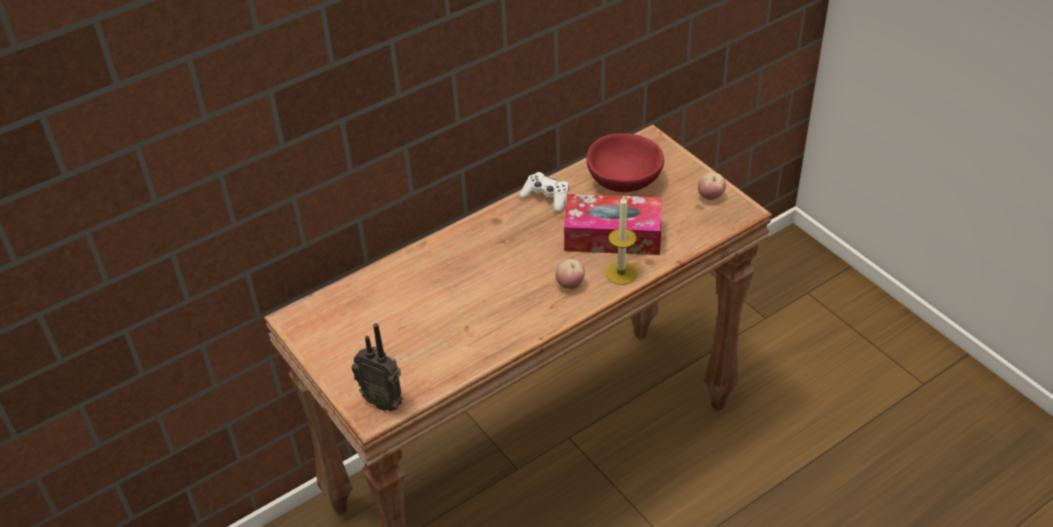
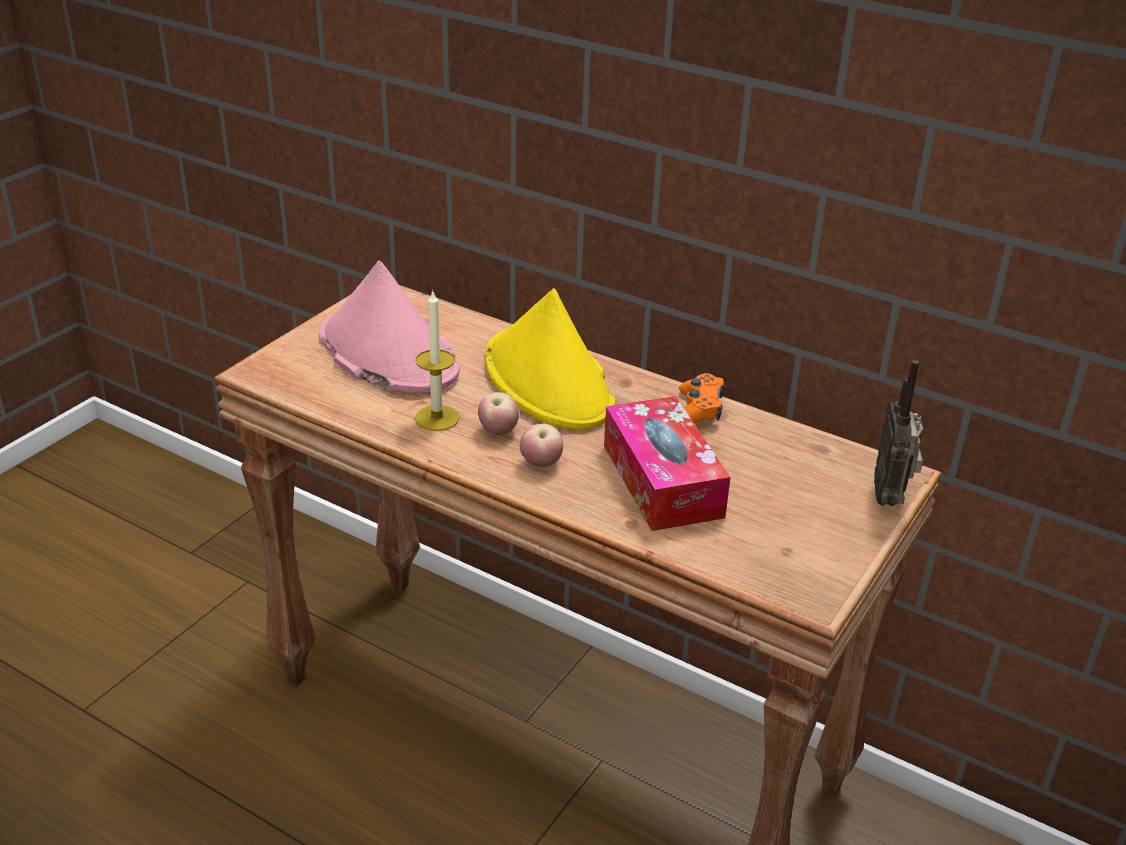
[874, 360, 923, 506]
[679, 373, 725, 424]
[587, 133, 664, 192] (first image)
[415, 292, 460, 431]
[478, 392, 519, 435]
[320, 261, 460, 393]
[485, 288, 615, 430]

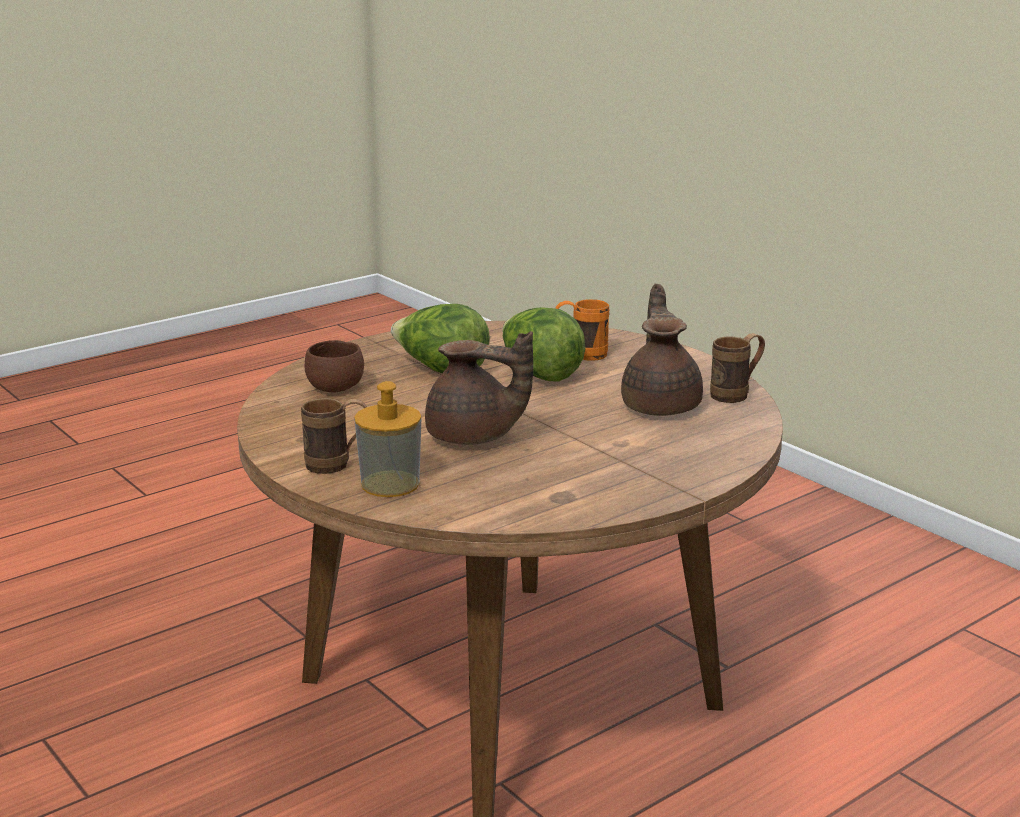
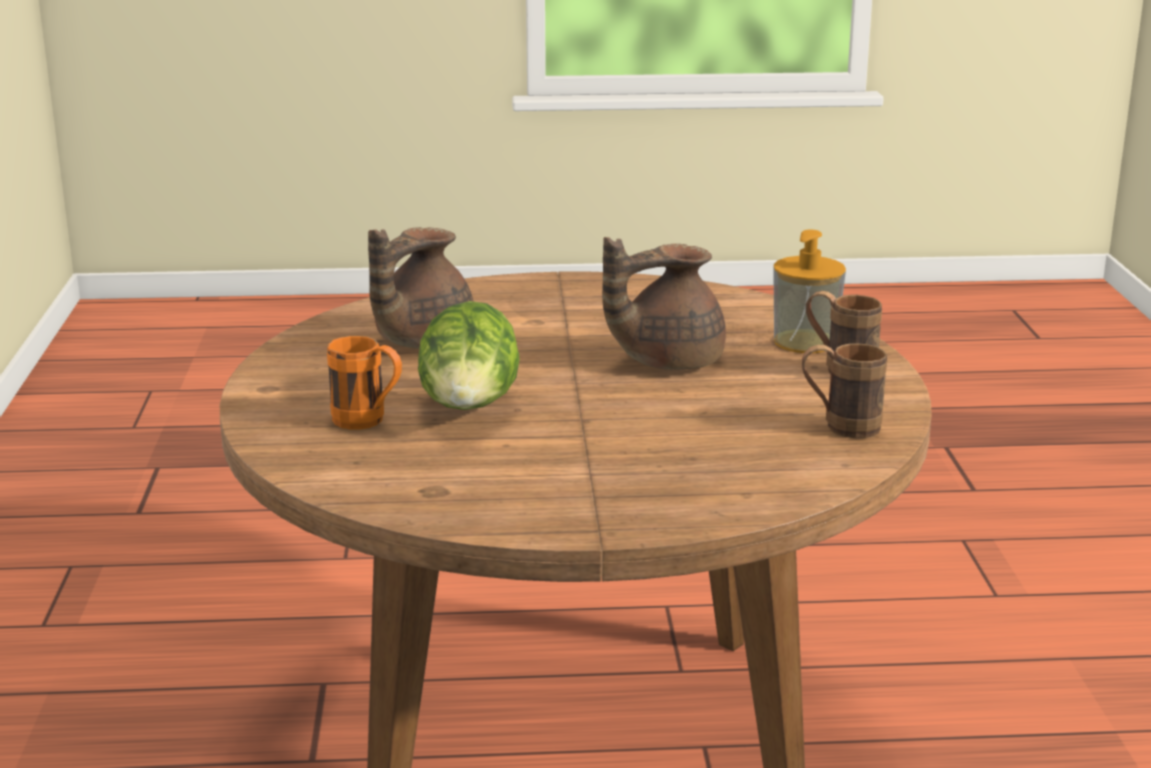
[305, 340, 364, 392] (first image)
[391, 304, 490, 373] (first image)
[602, 237, 726, 370]
[802, 344, 887, 438]

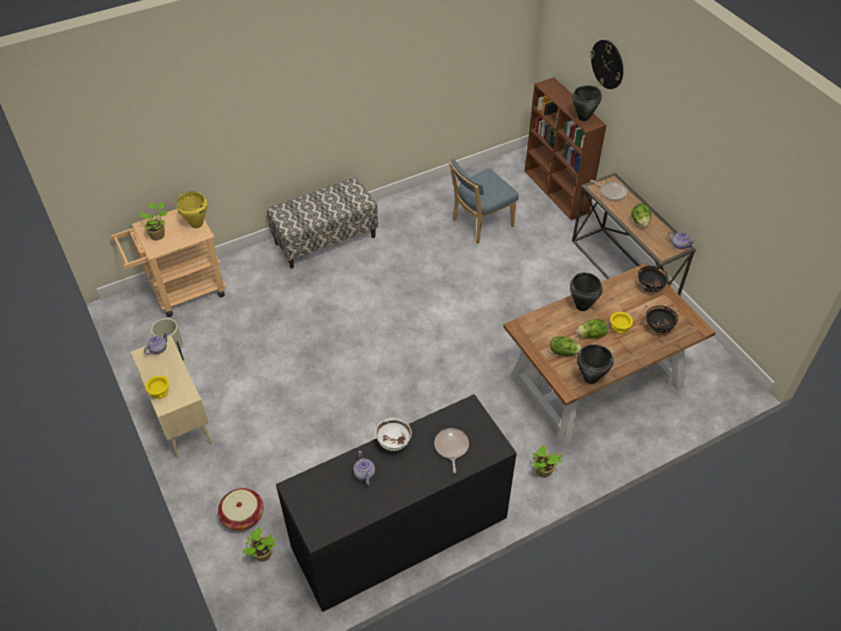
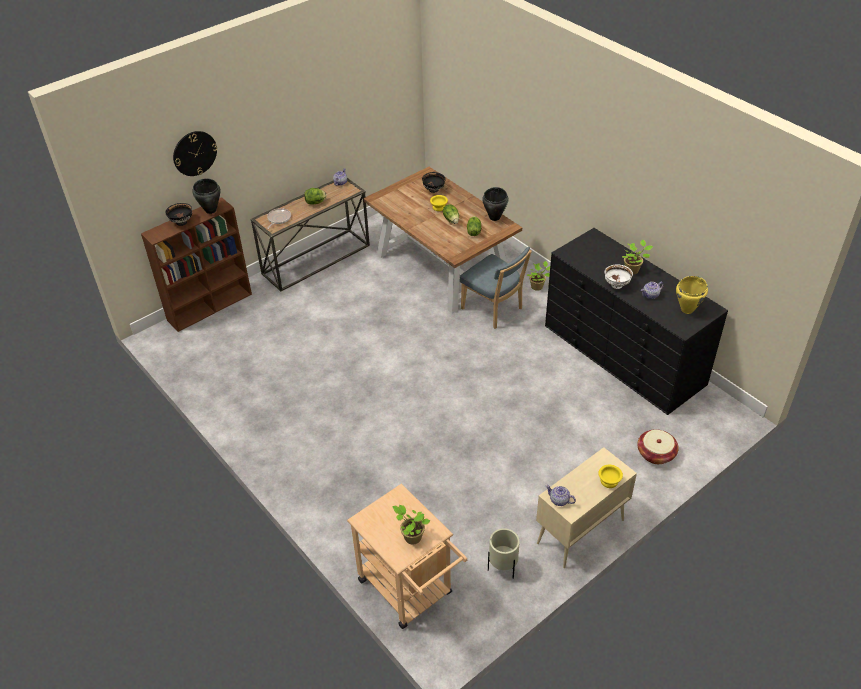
[676, 276, 708, 314]
[622, 240, 653, 275]
[267, 177, 378, 269] (first image)
[434, 428, 469, 473] (first image)
[460, 247, 532, 329]
[570, 272, 603, 311] (first image)
[165, 203, 192, 226]

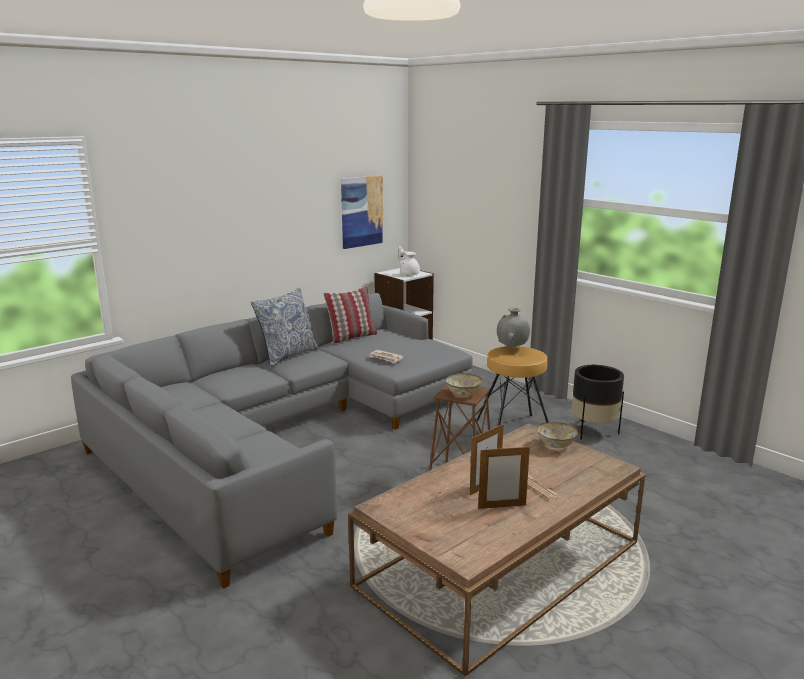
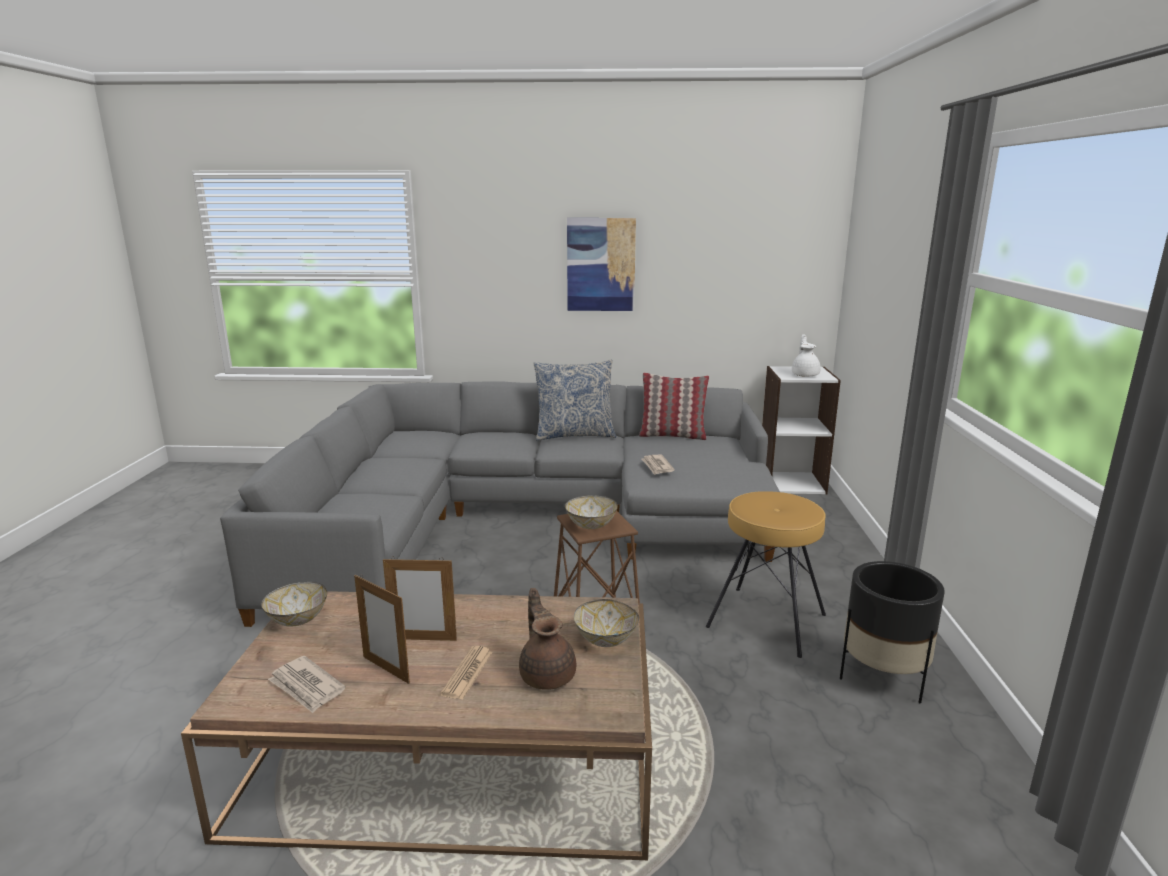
[567, 218, 636, 311]
[497, 308, 530, 349] (first image)
[261, 582, 327, 627]
[268, 656, 346, 713]
[519, 588, 576, 690]

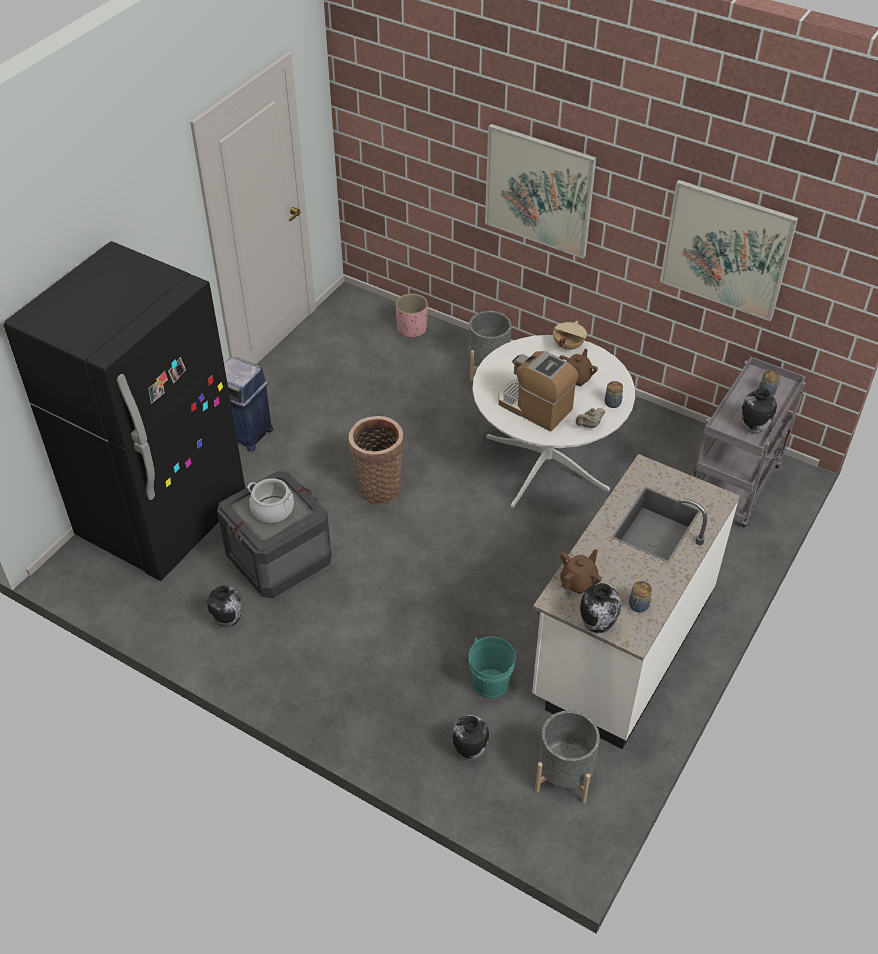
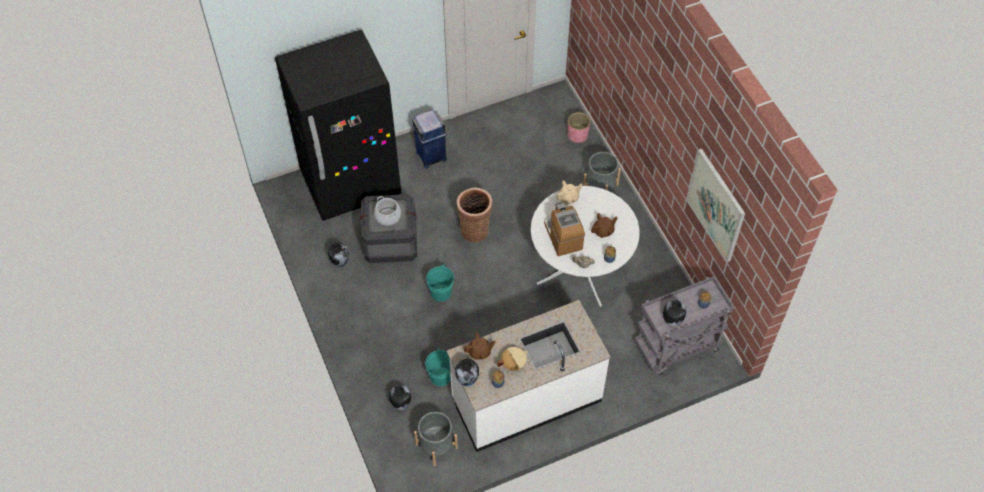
[485, 124, 596, 259] (first image)
[497, 347, 528, 371]
[426, 265, 454, 301]
[556, 180, 582, 205]

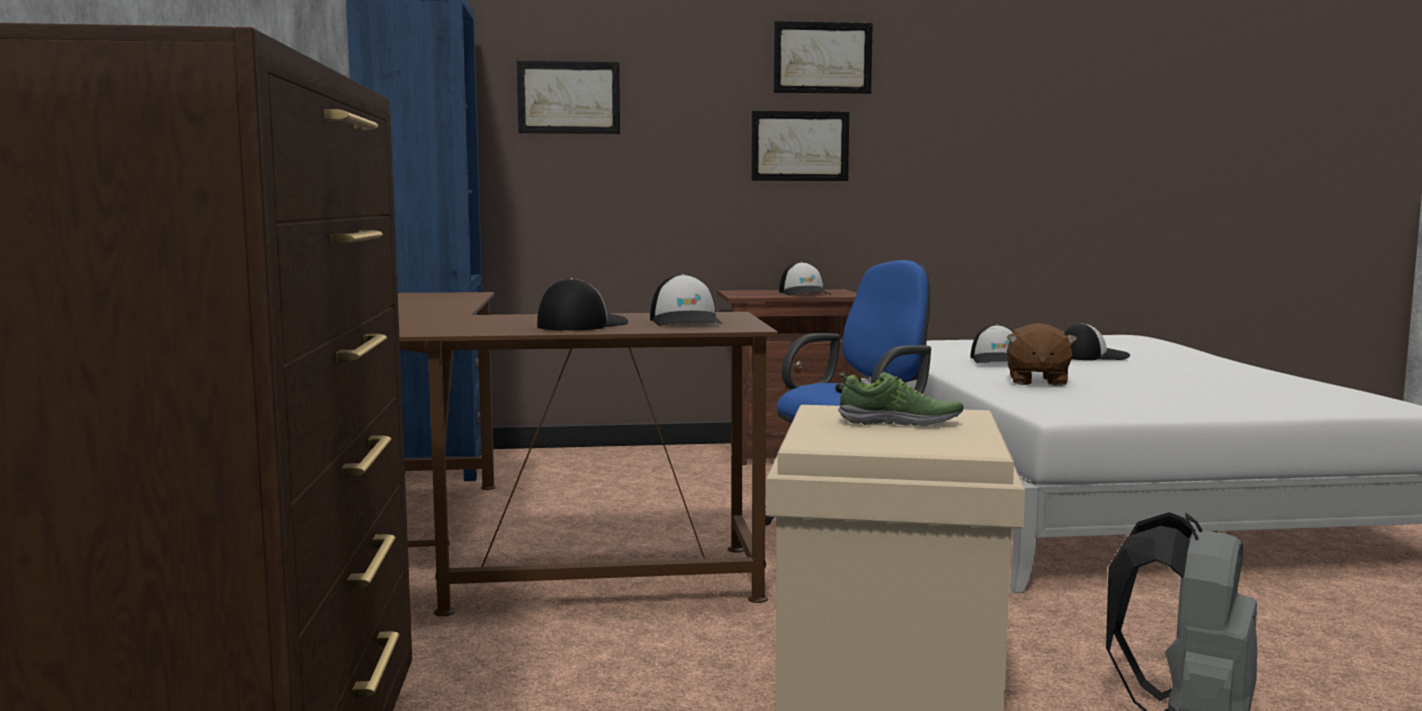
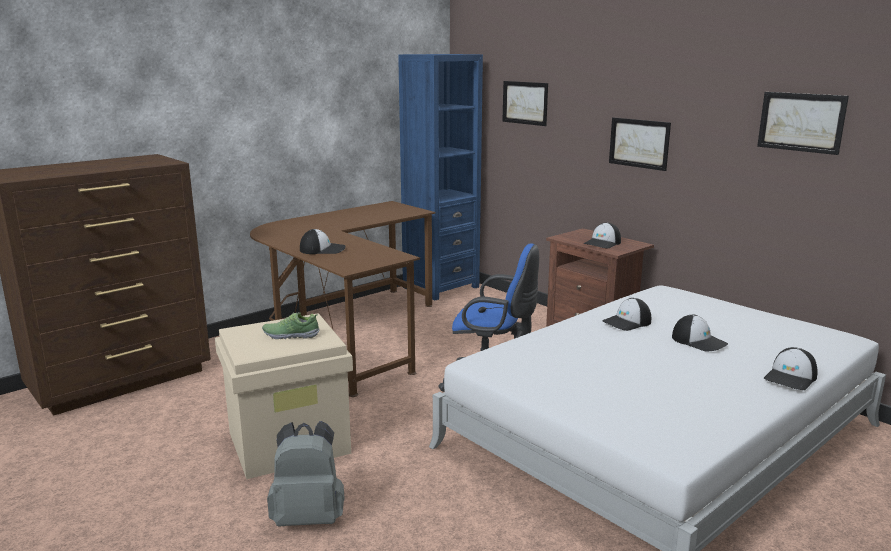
[764, 347, 818, 390]
[757, 92, 849, 155]
[262, 312, 320, 339]
[1007, 323, 1077, 386] (first image)

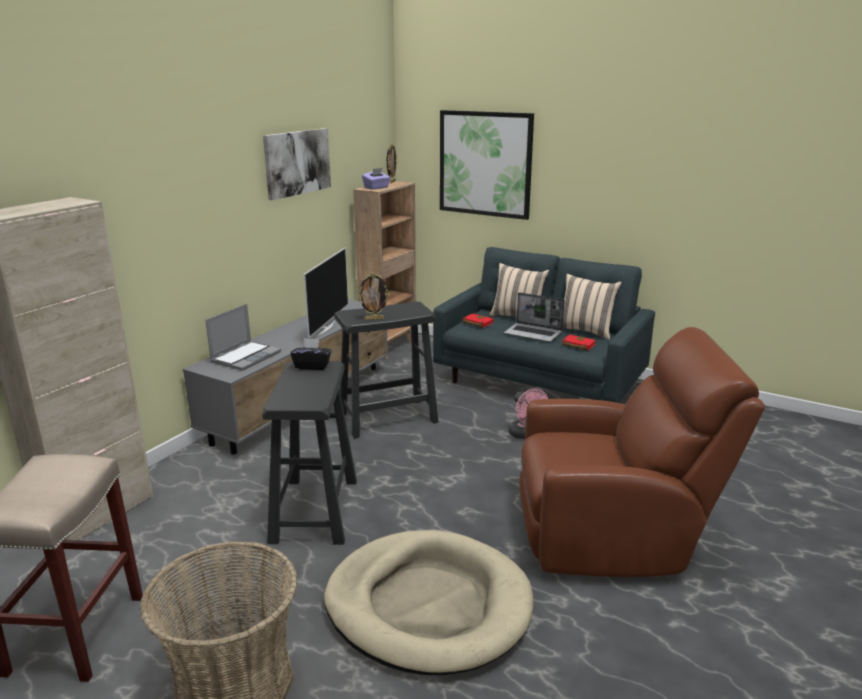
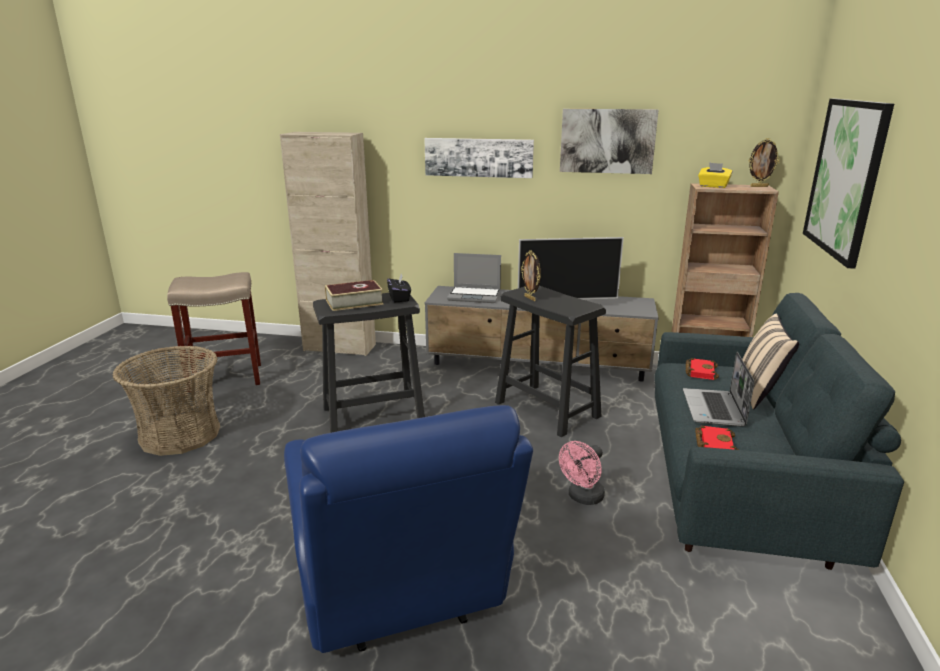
[324, 530, 533, 675] (first image)
[698, 162, 733, 188]
[284, 405, 533, 653]
[563, 274, 622, 340] (first image)
[325, 280, 384, 311]
[424, 138, 534, 178]

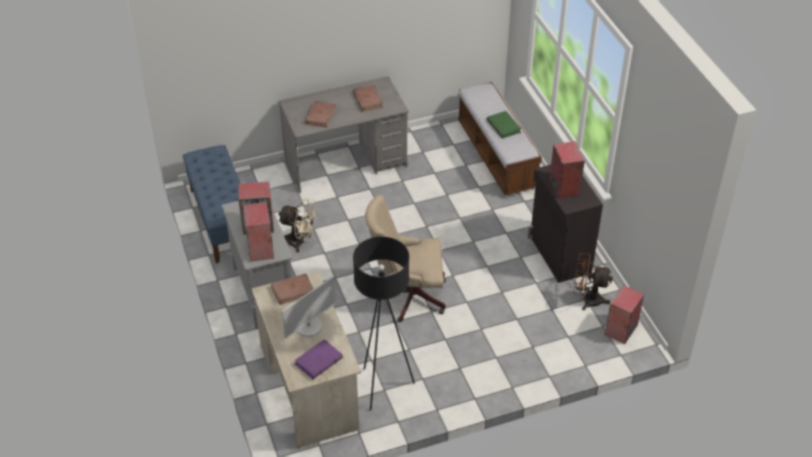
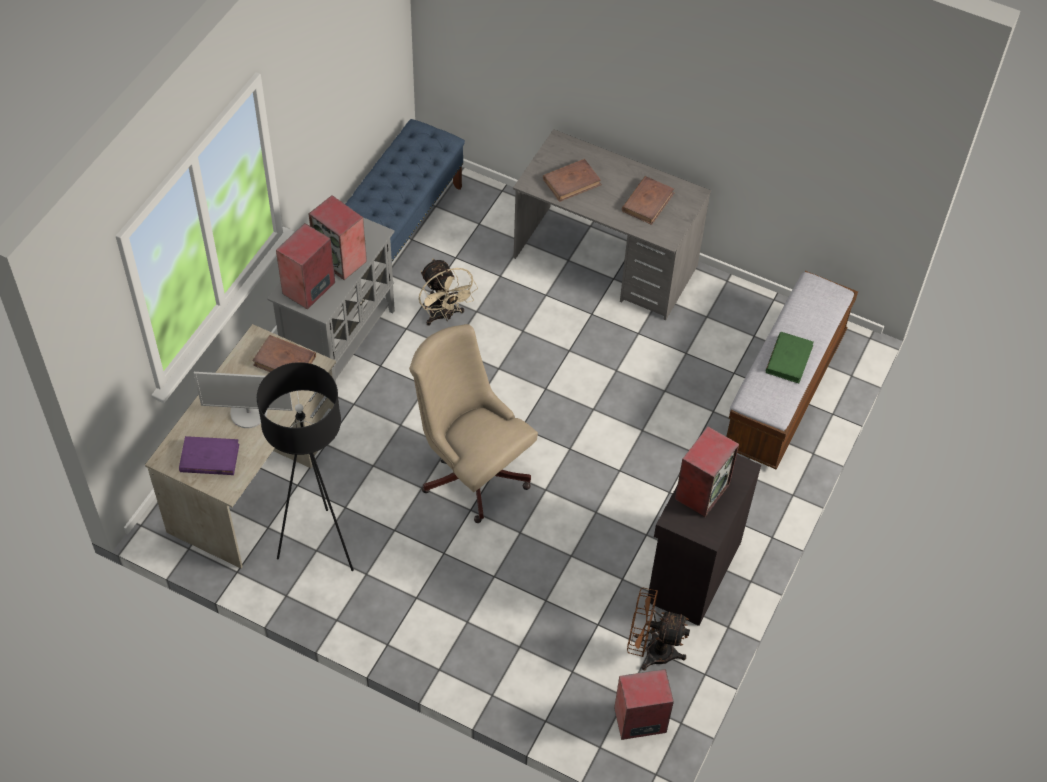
[627, 588, 690, 670]

